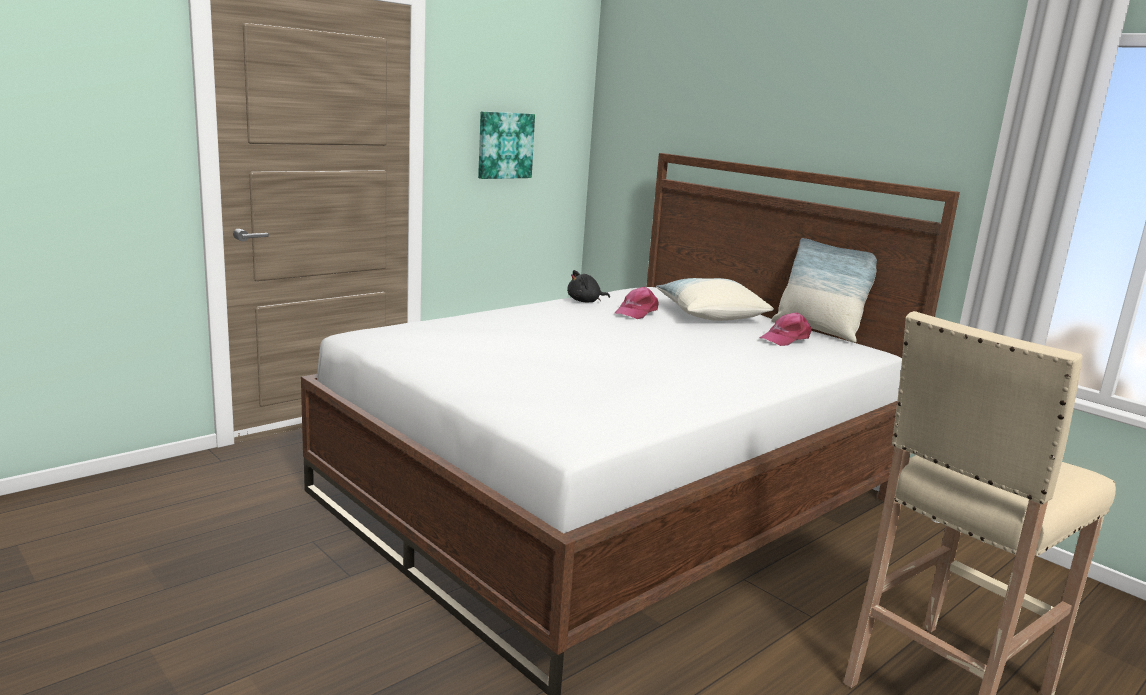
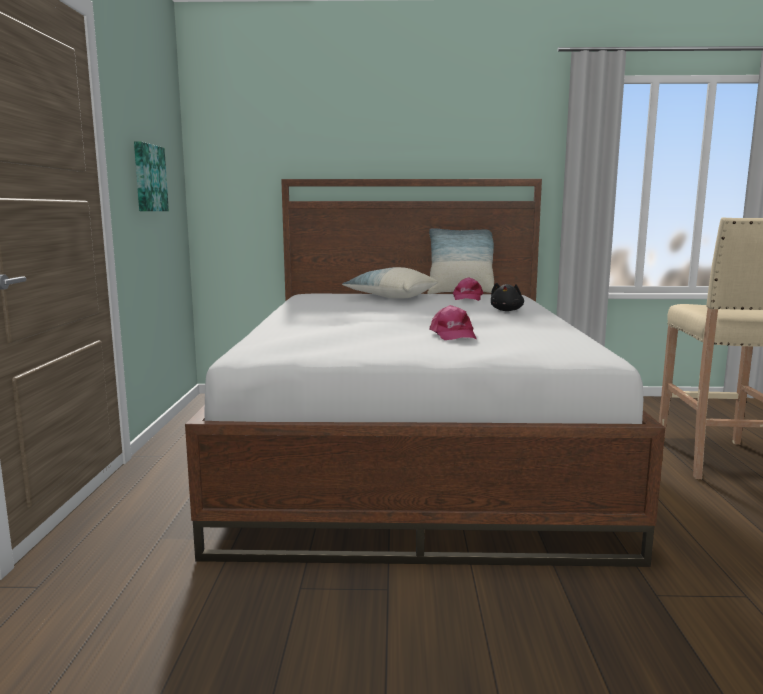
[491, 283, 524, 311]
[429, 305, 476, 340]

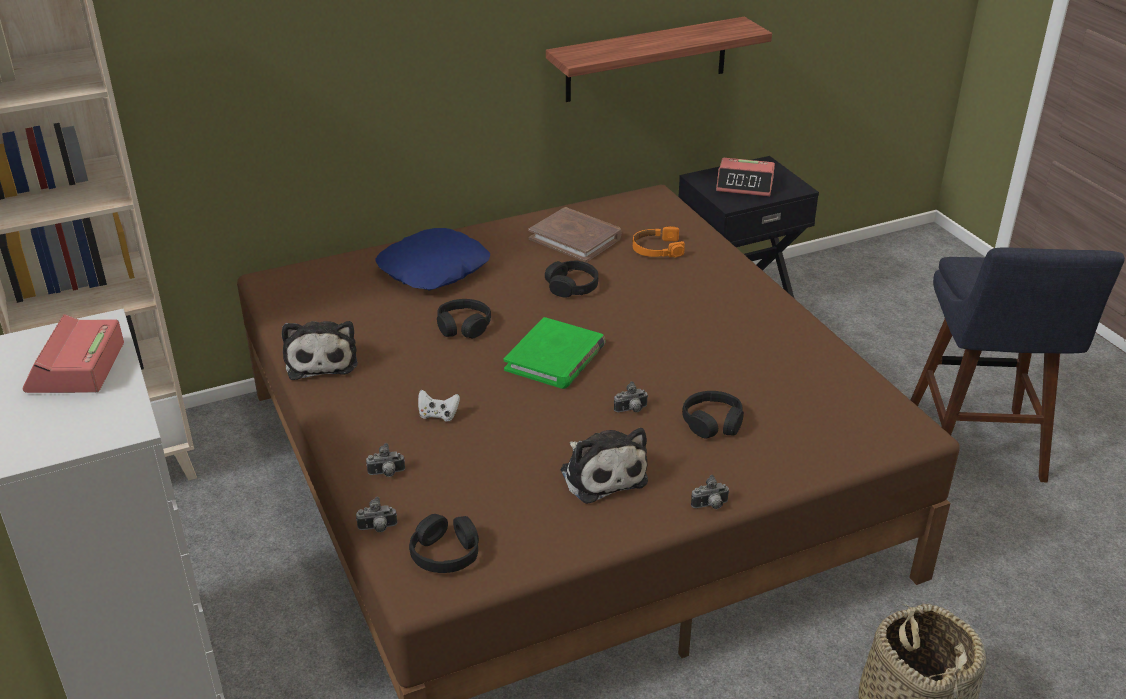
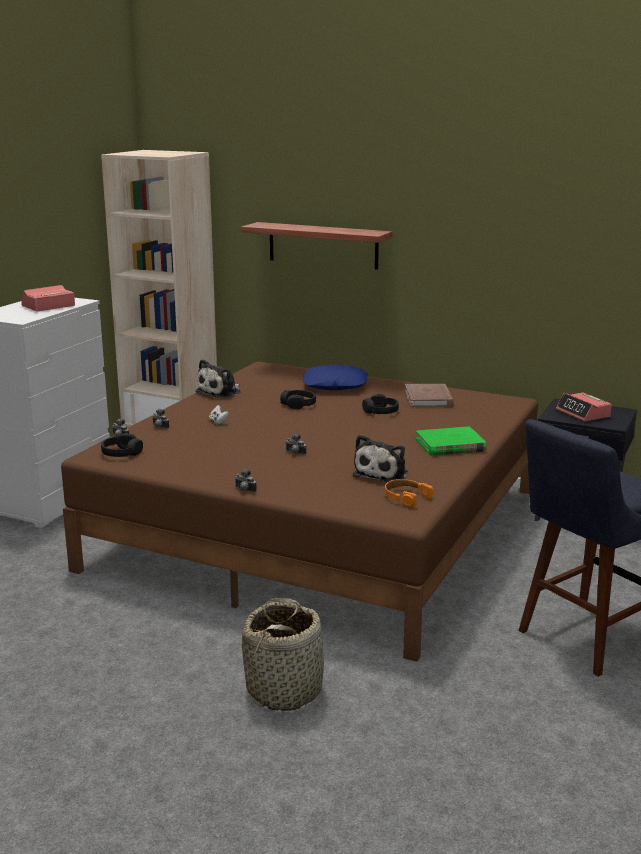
[416, 426, 487, 456]
[241, 222, 392, 270]
[353, 435, 408, 482]
[385, 479, 434, 507]
[682, 391, 744, 438] (first image)

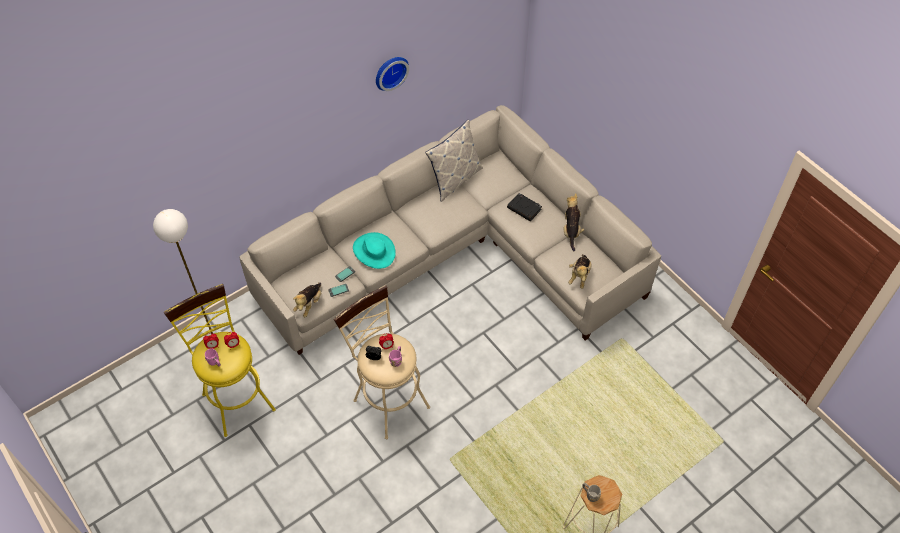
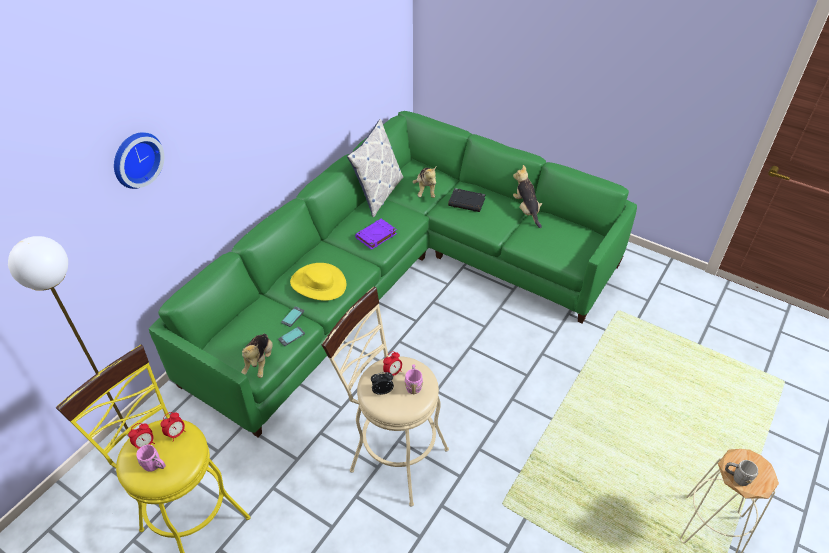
[149, 111, 637, 437]
[290, 263, 346, 301]
[114, 132, 164, 189]
[413, 167, 436, 198]
[355, 219, 397, 250]

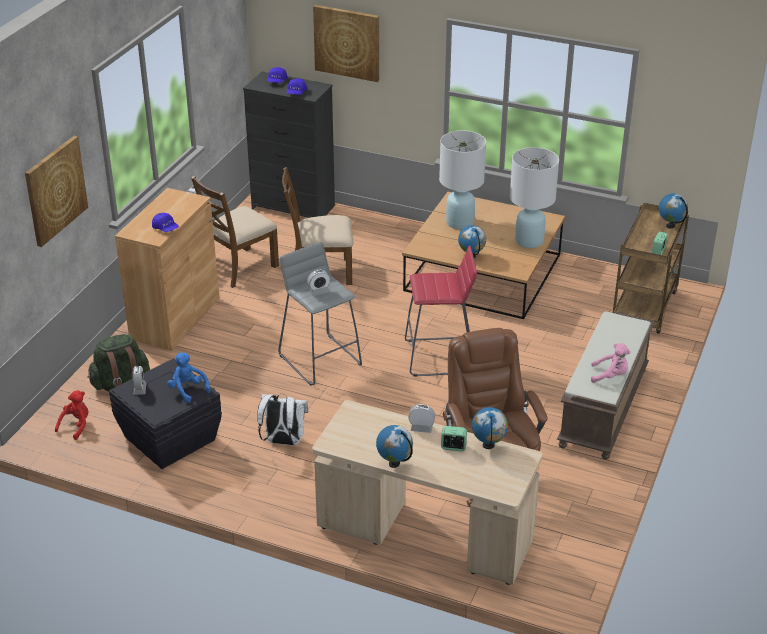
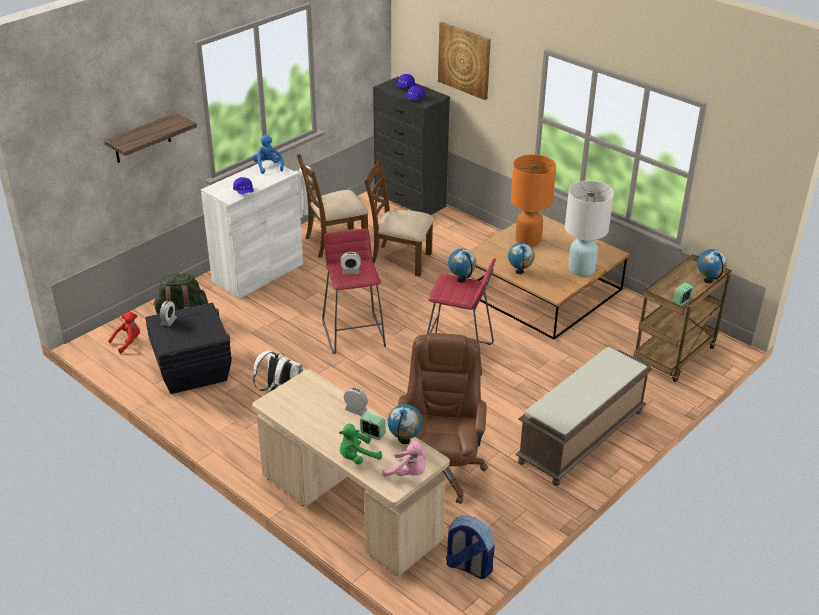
[104, 113, 197, 163]
[201, 160, 303, 299]
[252, 135, 284, 174]
[322, 228, 386, 354]
[448, 248, 476, 282]
[511, 154, 556, 247]
[382, 440, 426, 476]
[339, 424, 382, 465]
[446, 516, 495, 579]

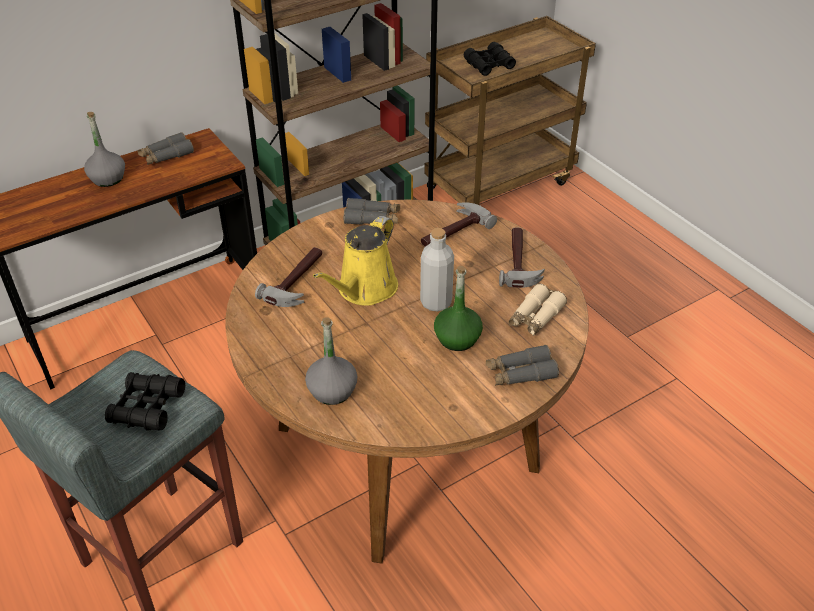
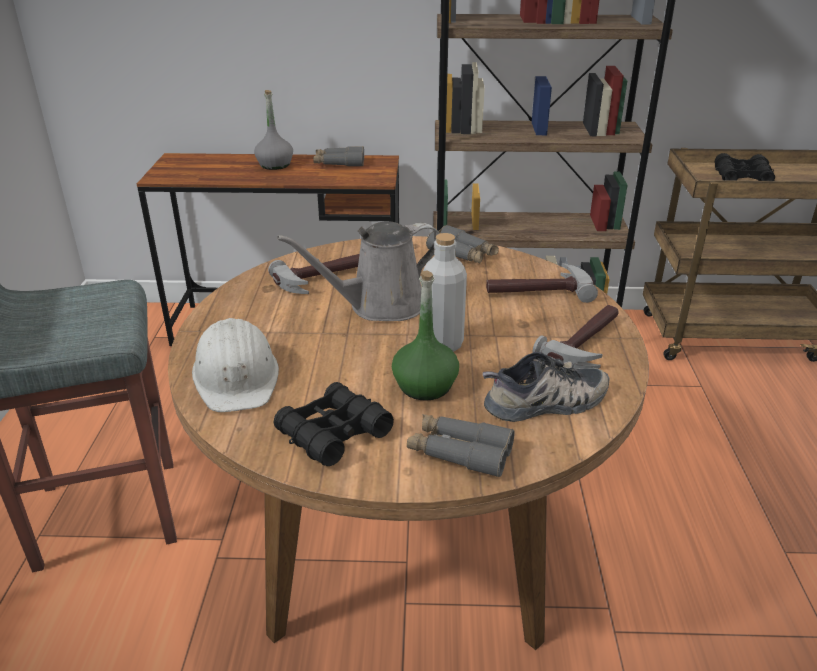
[273, 382, 394, 466]
[192, 318, 279, 412]
[277, 221, 440, 321]
[482, 352, 609, 422]

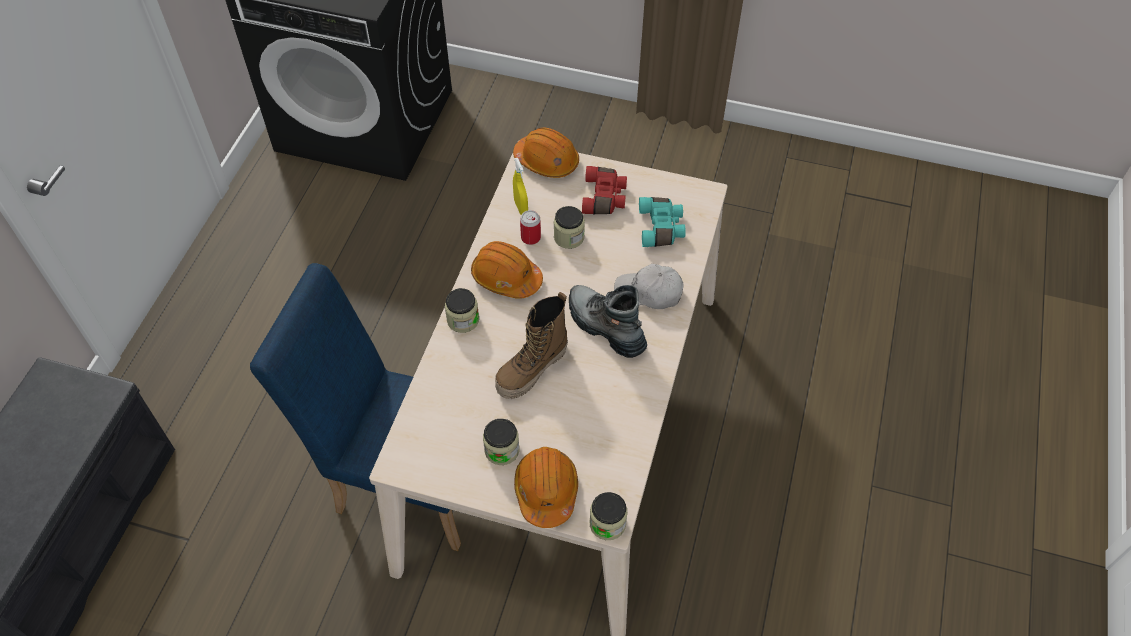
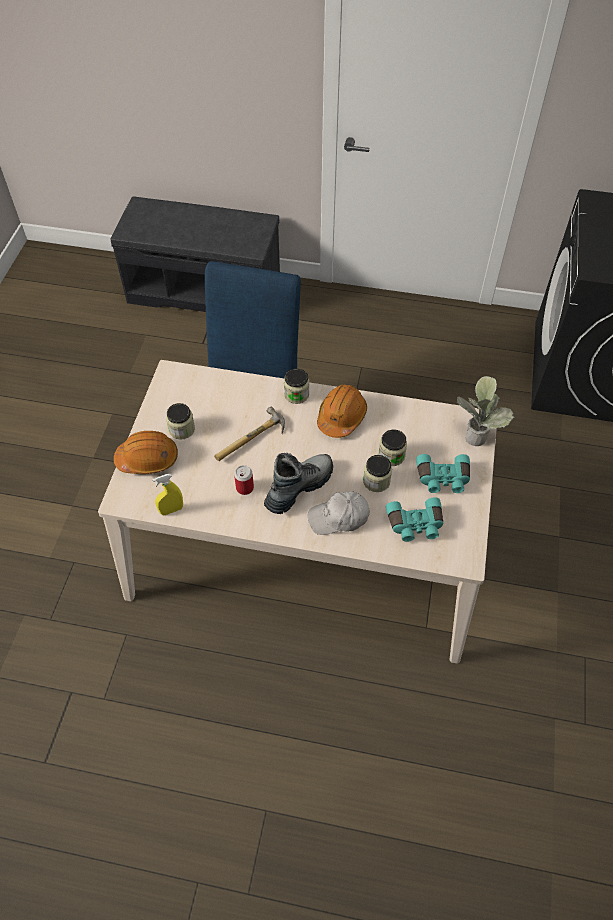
[214, 406, 285, 461]
[457, 376, 515, 446]
[152, 474, 183, 515]
[234, 465, 254, 495]
[416, 454, 470, 493]
[363, 455, 392, 492]
[308, 491, 369, 535]

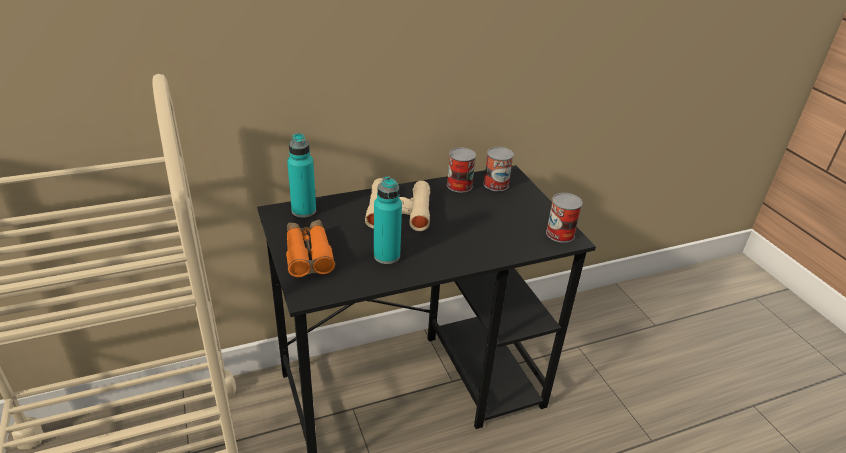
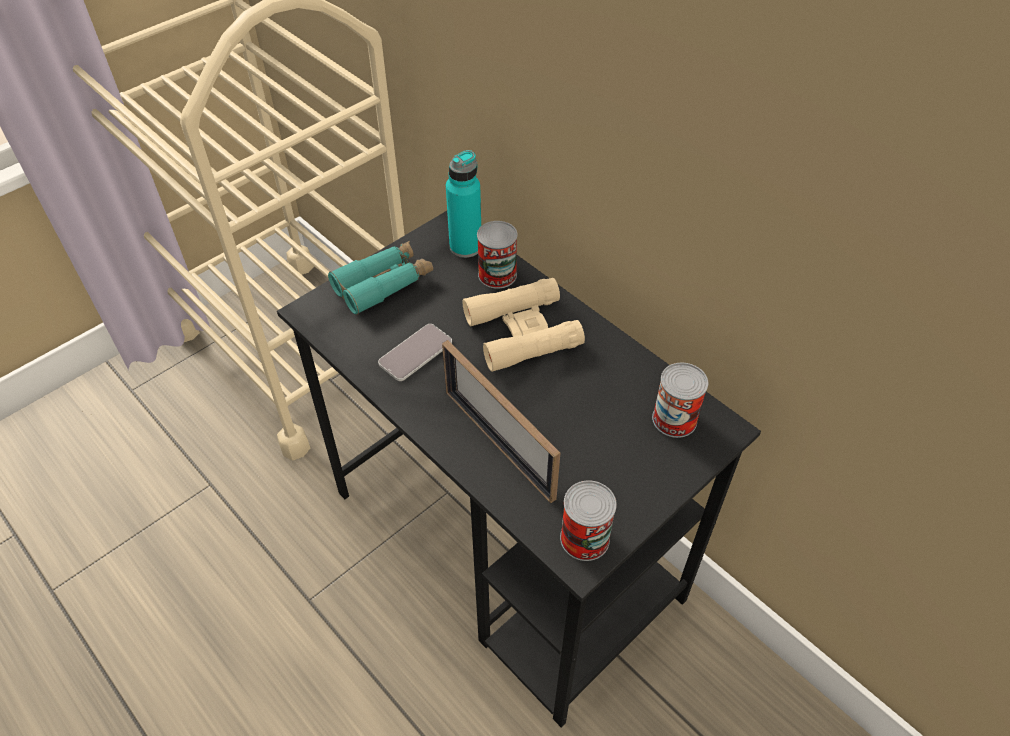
[328, 241, 433, 315]
[378, 324, 452, 381]
[477, 221, 518, 289]
[442, 340, 560, 503]

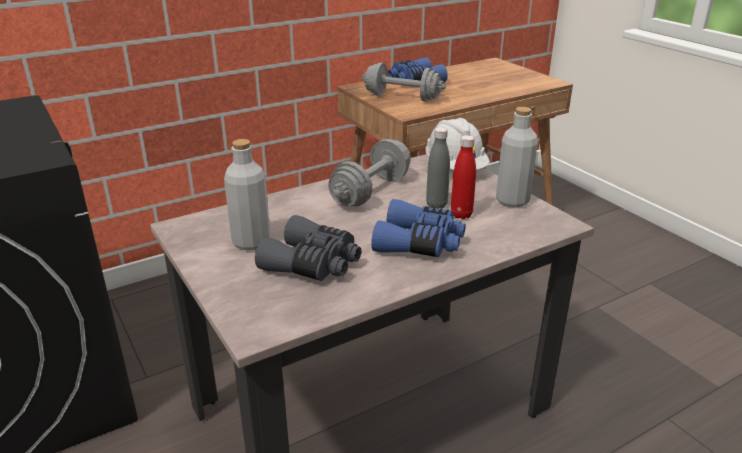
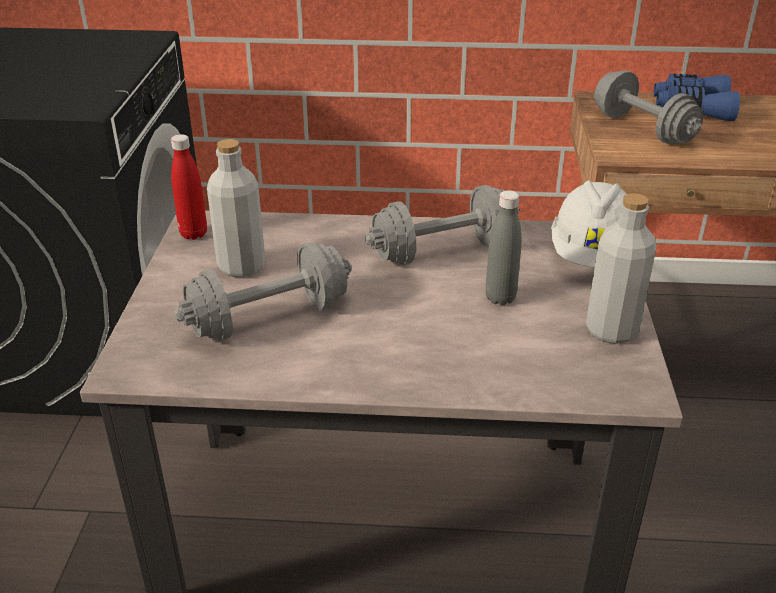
[174, 243, 352, 340]
[371, 199, 466, 257] (first image)
[171, 134, 207, 240]

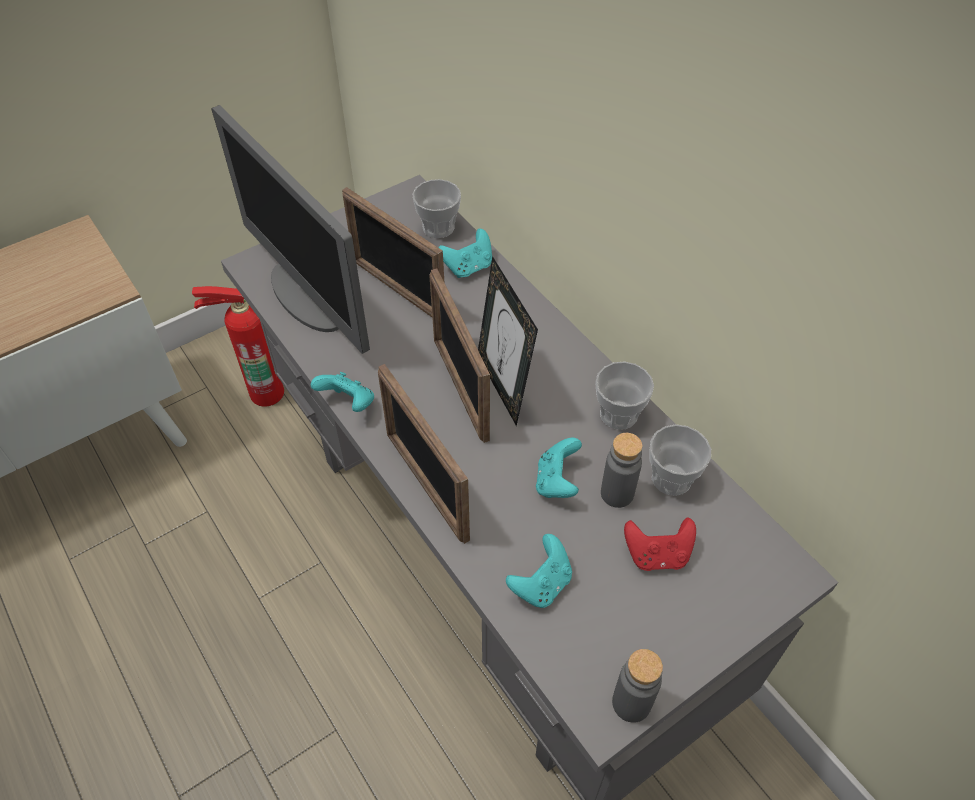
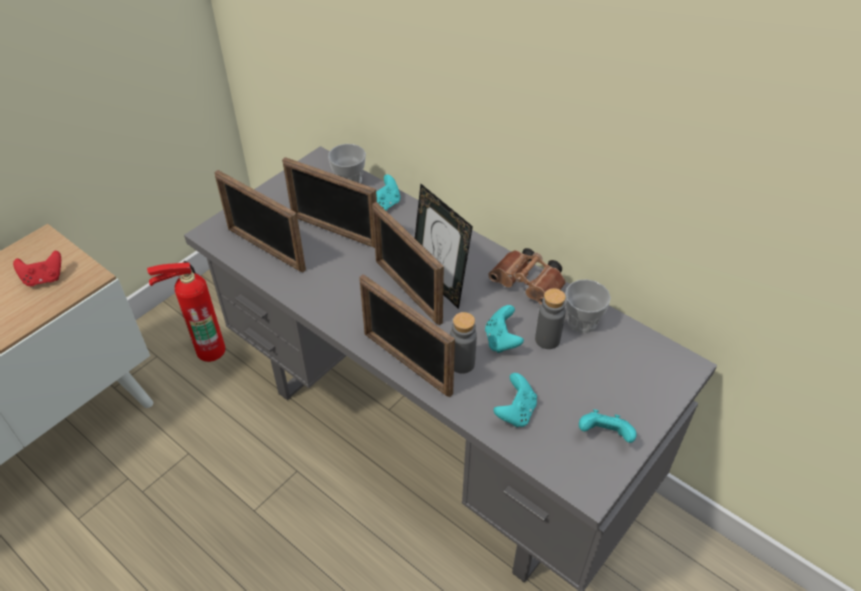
[214, 170, 306, 272]
[579, 409, 637, 443]
[489, 248, 566, 304]
[450, 312, 477, 374]
[13, 251, 61, 286]

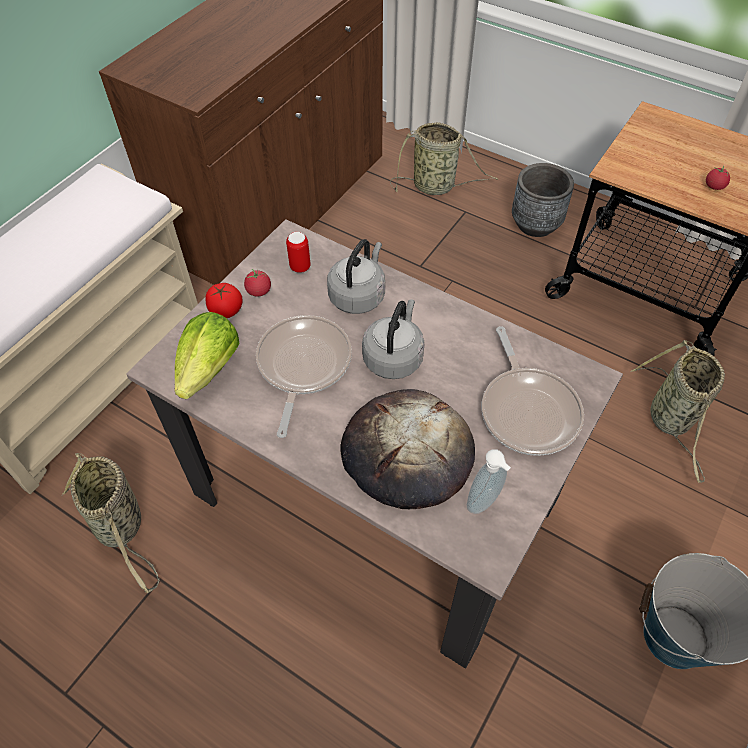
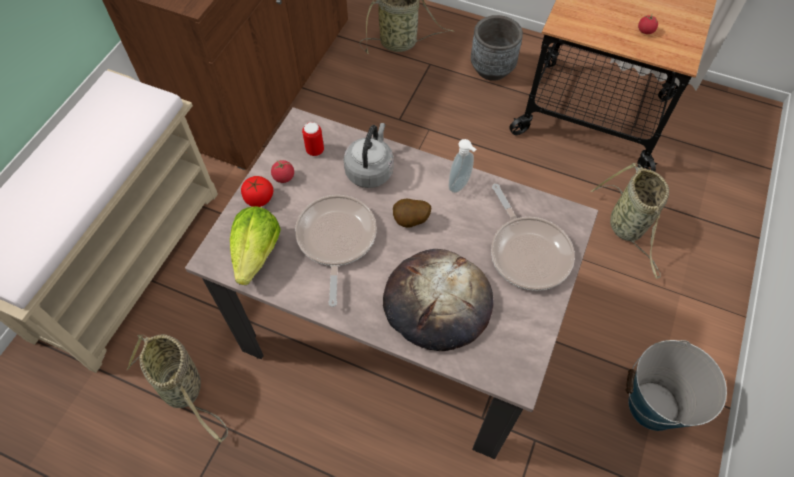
[393, 199, 432, 228]
[448, 139, 477, 193]

